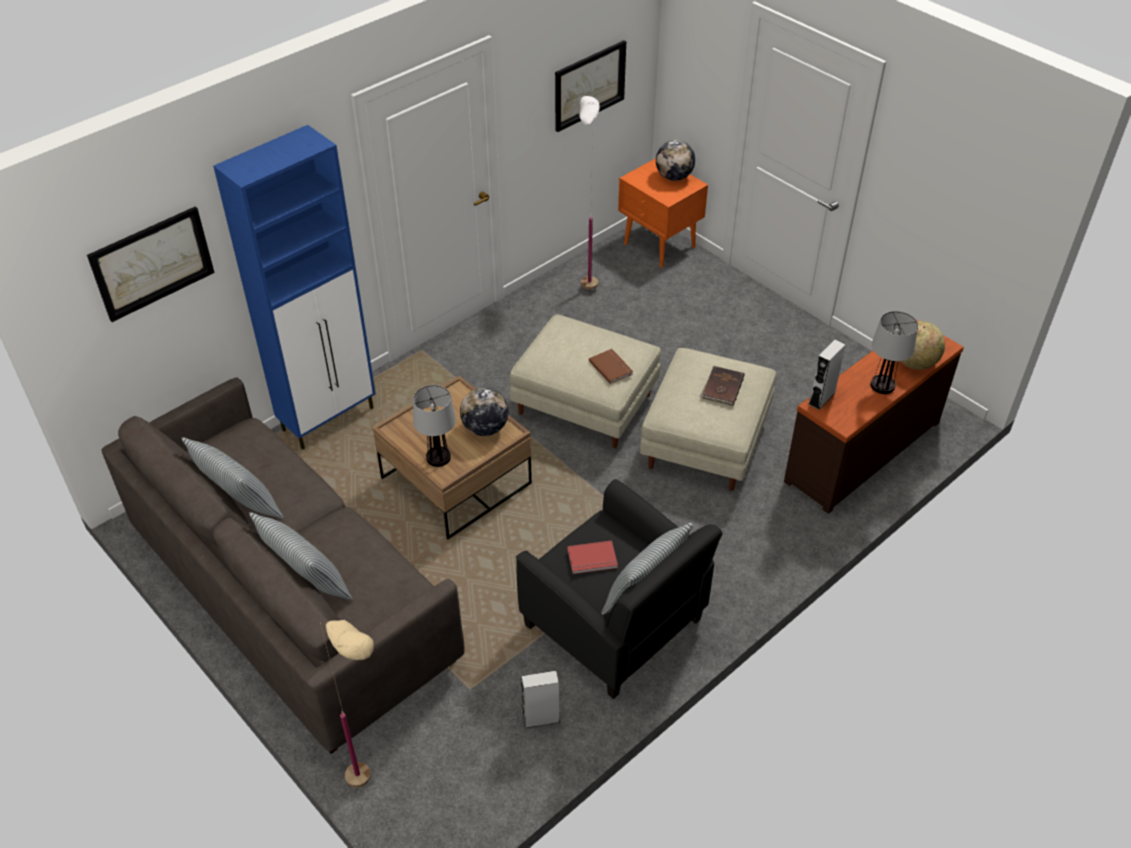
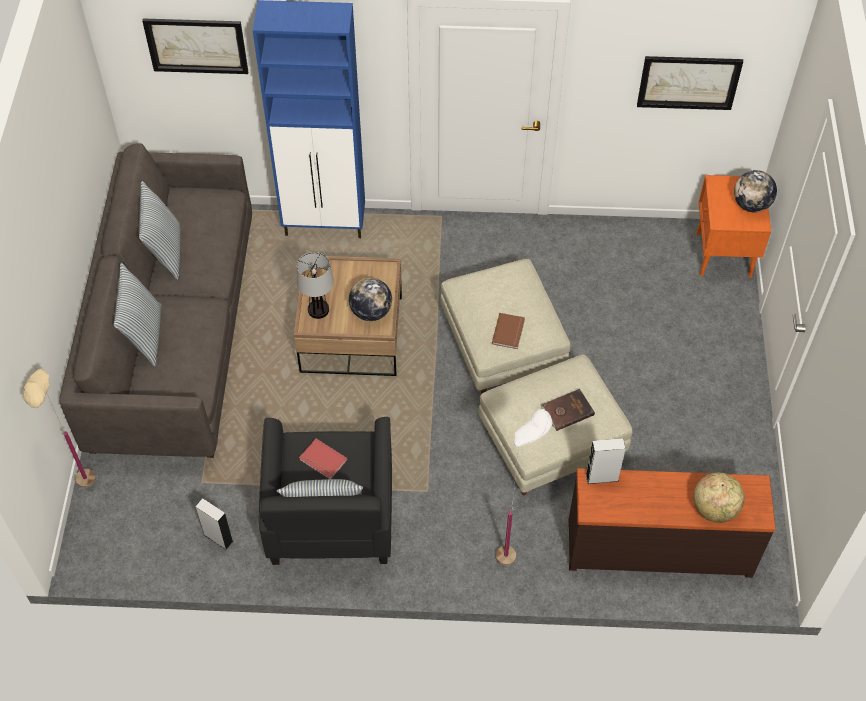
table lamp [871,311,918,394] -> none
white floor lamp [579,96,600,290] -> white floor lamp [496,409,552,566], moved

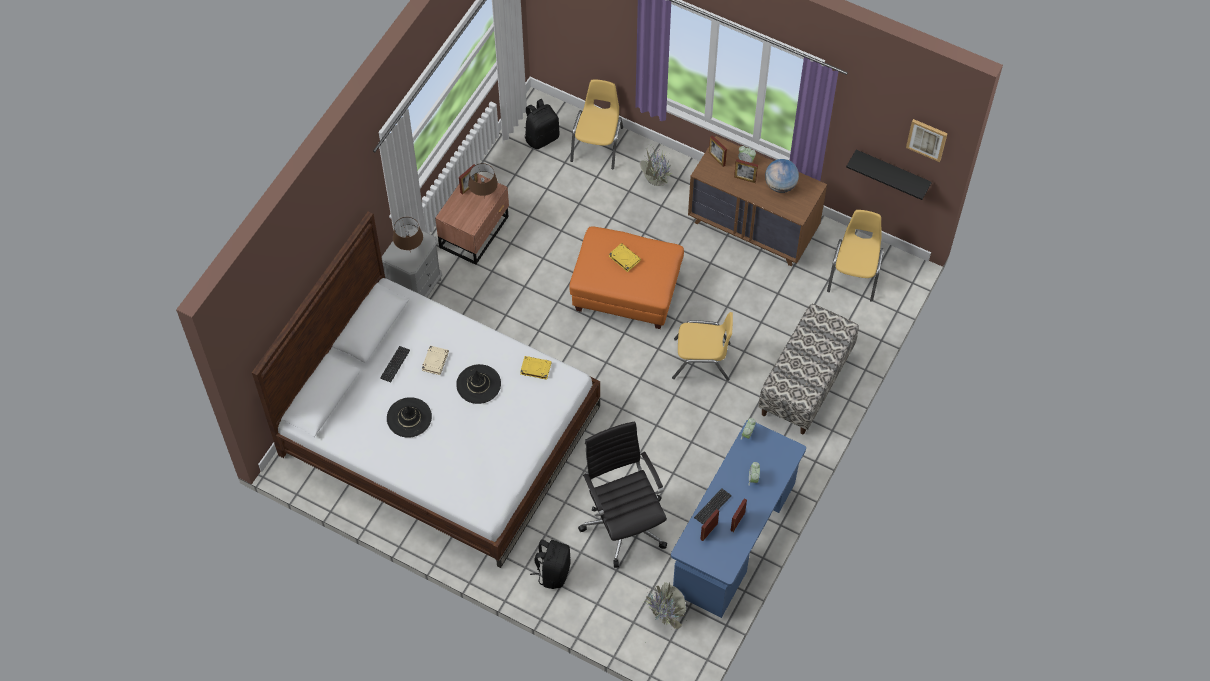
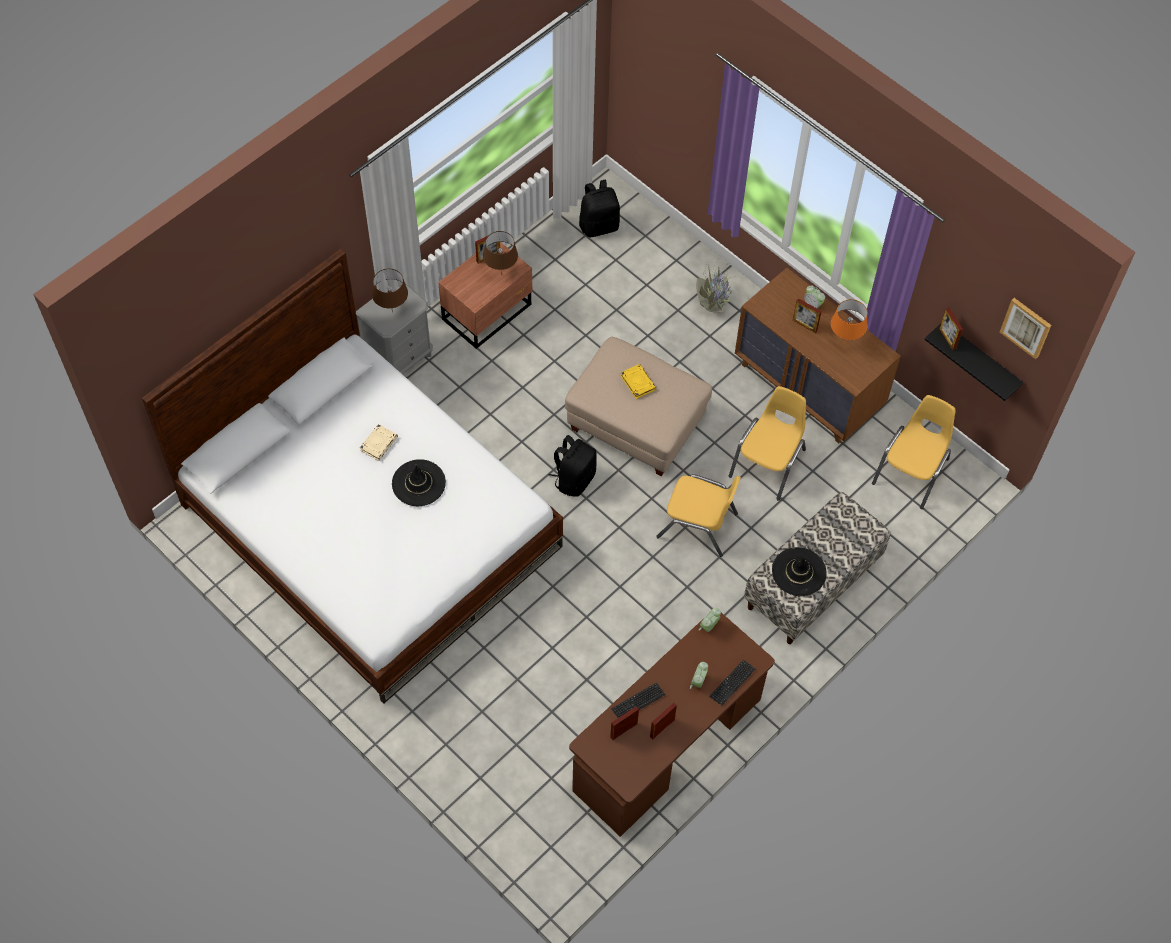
yellow book [520,356,552,380] -> none
black office chair [578,421,667,568] -> none
potted plant [640,582,686,643] -> none
keyboard [380,346,410,382] -> keyboard [709,660,756,705], moved
black hat [387,397,432,438] -> black hat [772,547,827,596], moved
black backpack [530,540,571,589] -> black backpack [548,435,597,497], moved
yellow chair [570,79,623,170] -> yellow chair [729,386,806,500], moved
picture frame [709,135,727,167] -> picture frame [939,308,963,350], moved
globe [765,159,799,193] -> orange table lamp [831,299,867,343]
orange ottoman [569,226,684,329] -> beige ottoman [565,337,712,476]
blue desk [671,420,806,618] -> brown desk [569,613,775,837]

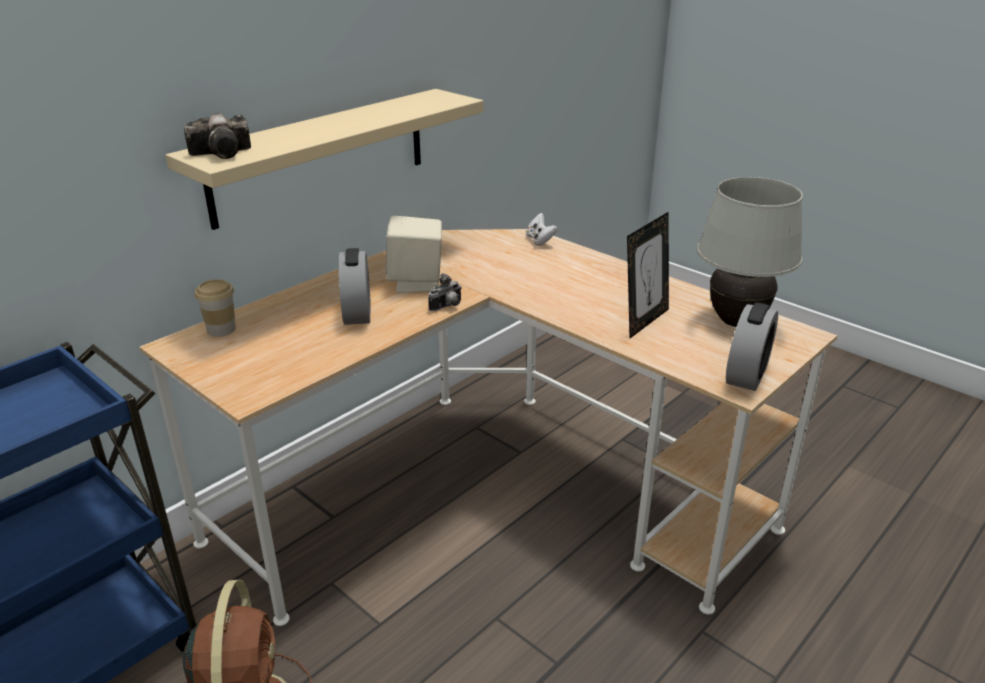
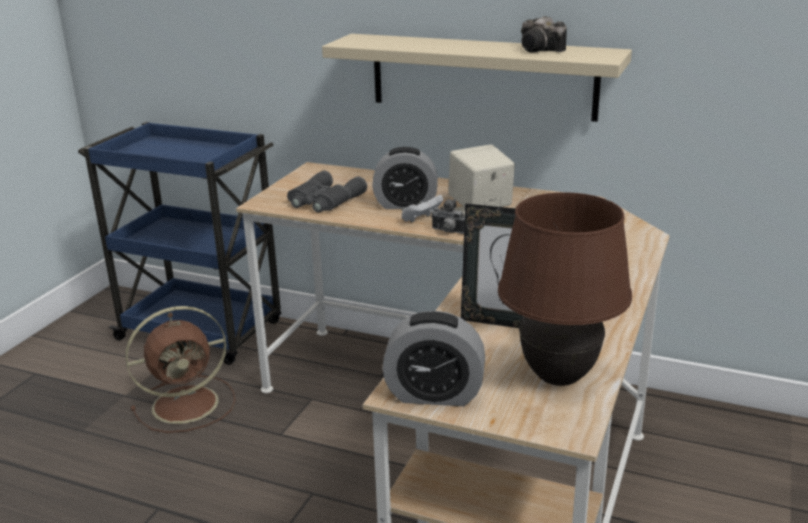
cup [195,279,236,337] -> none
none -> grey binoculars [287,171,367,212]
photo camera [184,113,251,159] -> photo camera [521,16,567,53], moved
white game controller [526,213,558,246] -> white game controller [401,195,444,223], moved
white table lamp [697,177,803,327] -> brown table lamp [498,192,632,386]
alarm clock [339,248,371,325] -> alarm clock [372,147,438,209], 150 degrees counterclockwise

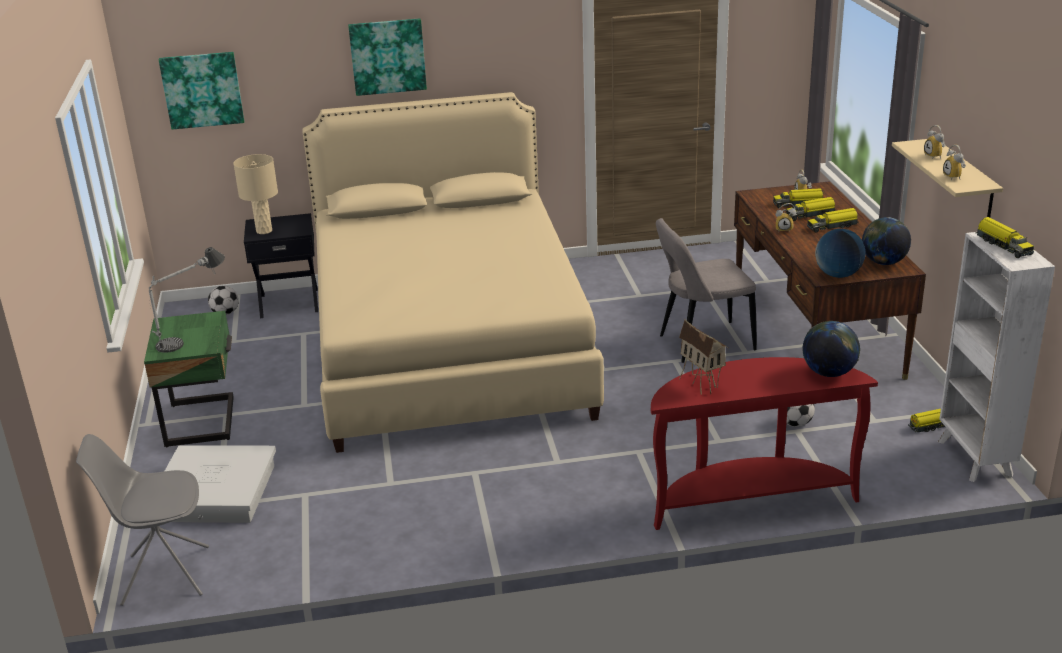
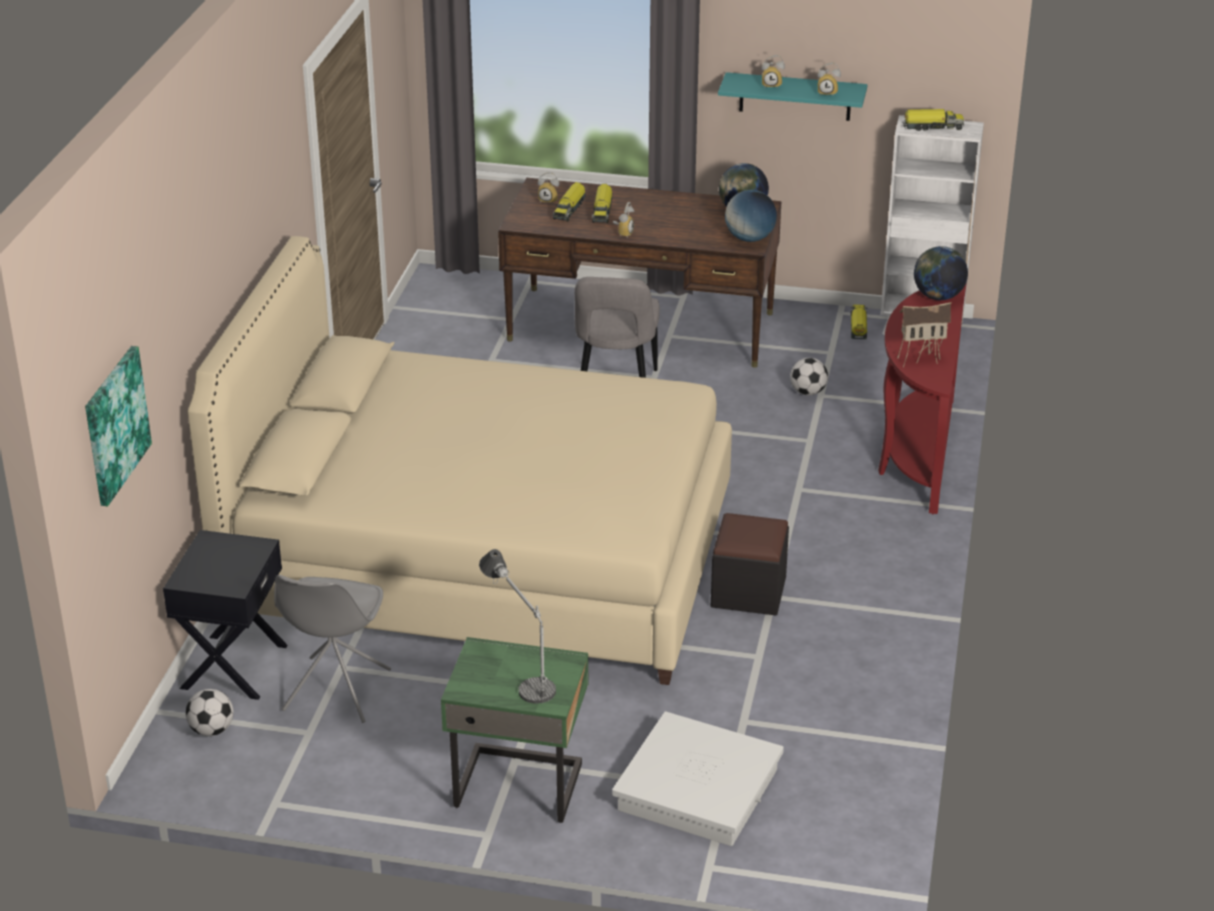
beige table lamp [233,154,278,234] -> none
picture [348,18,427,96] -> none
toy truck [807,208,859,233] -> none
none -> black ottoman [711,513,789,615]
grey chair [76,434,209,606] -> grey chair [274,575,391,723], moved
beige shelf [892,139,1003,217] -> turquoise shelf [718,72,868,121]

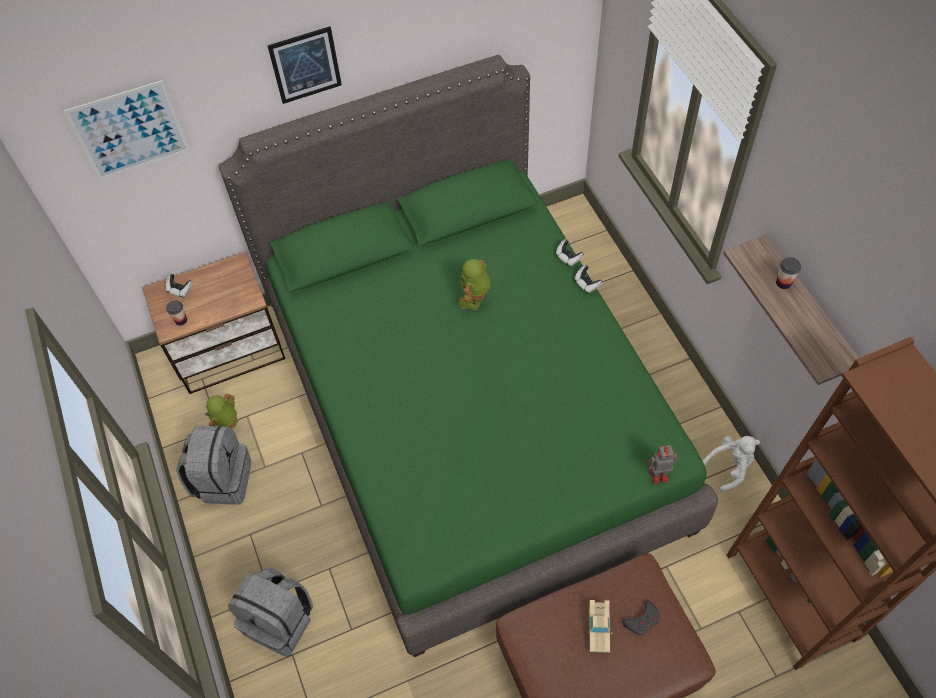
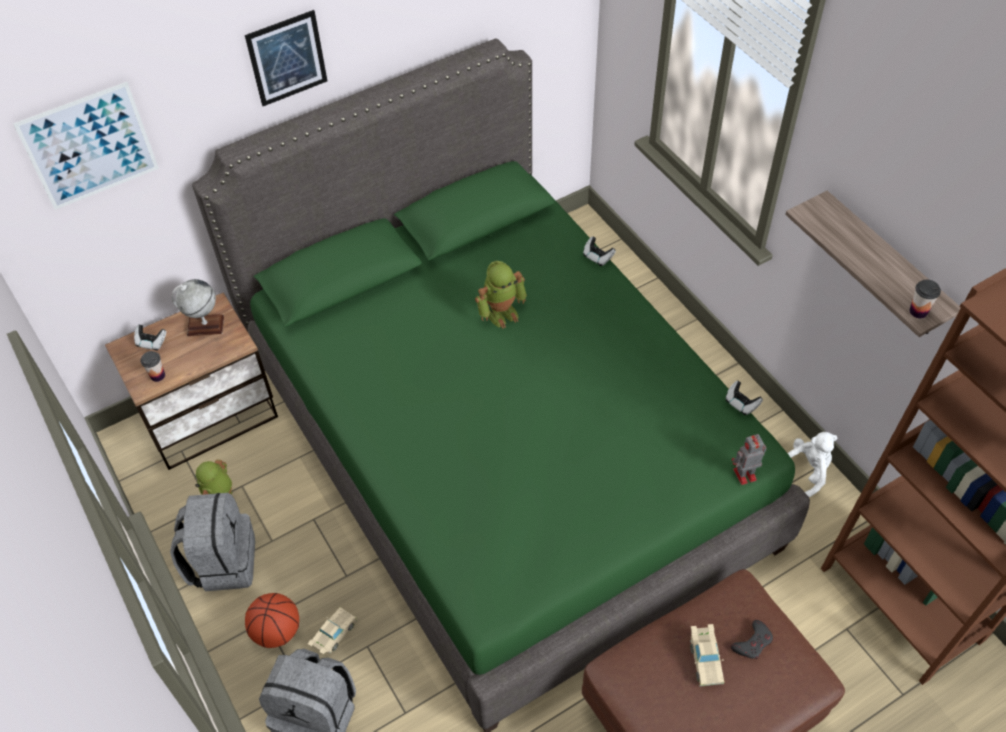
none -> globe [172,279,224,336]
none -> basketball [245,593,299,648]
none -> beige toy car [307,607,357,654]
game controller [574,265,603,293] -> game controller [726,381,763,415], moved
cup [776,257,801,289] -> cup [909,280,941,318], moved
toy robot [458,259,491,311] -> toy robot [475,261,527,329], 135 degrees counterclockwise

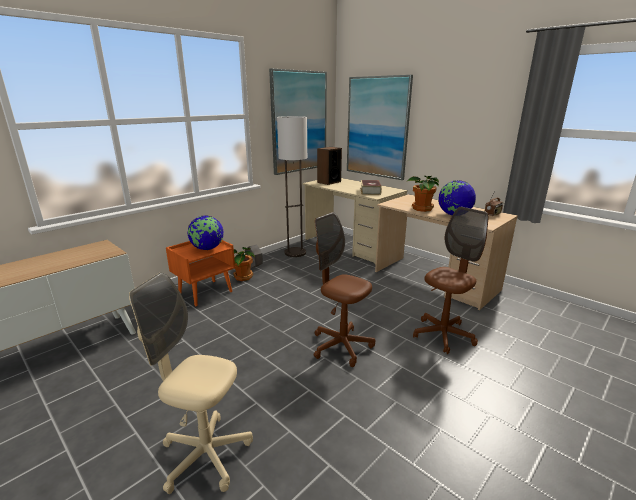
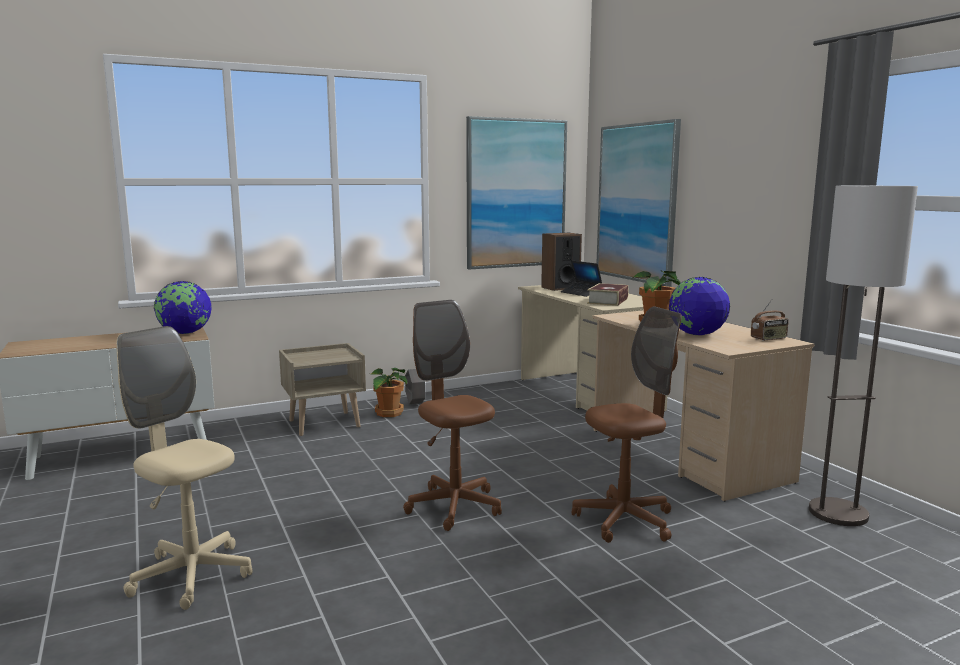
none -> laptop [561,260,602,297]
globe [187,215,224,250] -> globe [154,281,212,334], moved
floor lamp [277,116,307,257] -> floor lamp [809,186,918,526], moved
orange nightstand [166,240,235,306] -> beige nightstand [279,343,366,436]

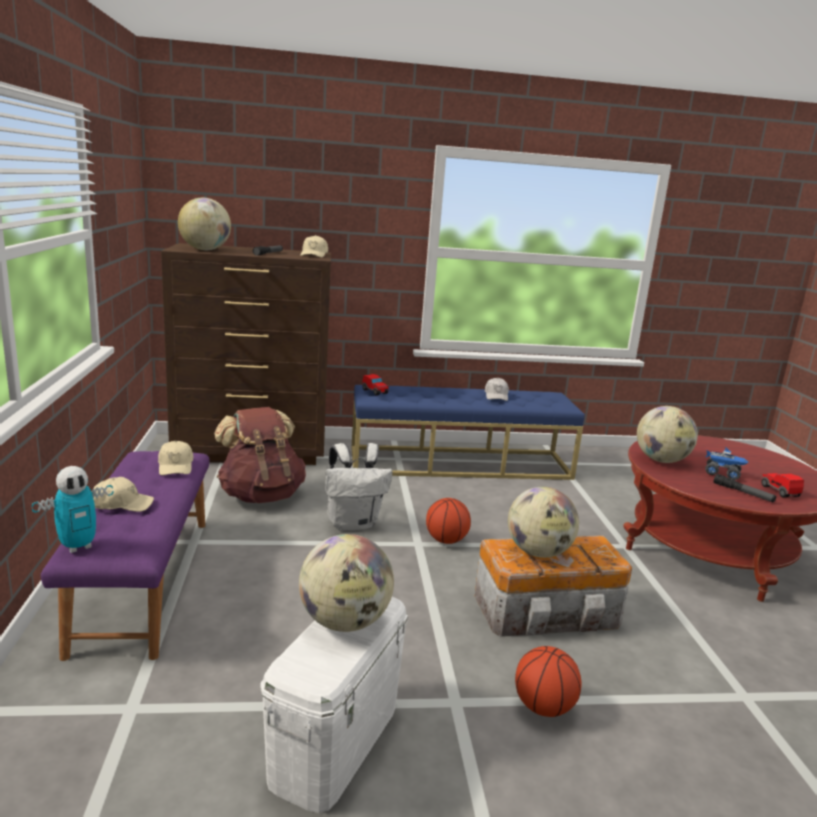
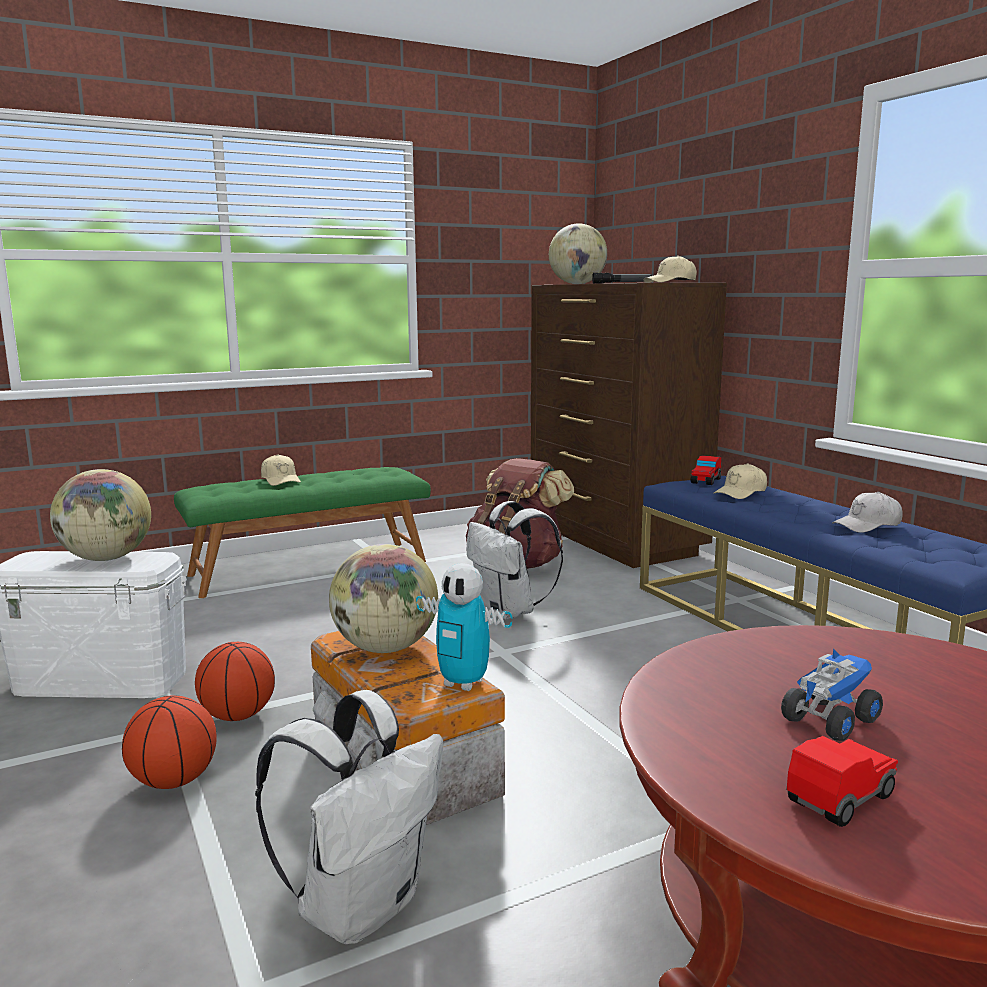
globe [637,406,698,463] -> none
flashlight [714,474,776,502] -> none
none -> white backpack [255,690,443,944]
toy robot [32,466,114,553] -> toy robot [416,563,513,691], moved
beige cap [158,441,193,475] -> beige cap [713,463,767,499], moved
basketball [426,498,471,544] -> basketball [195,642,275,721], moved
purple bench [41,451,209,661] -> green bench [174,467,431,598]
toy truck [705,447,748,480] -> toy truck [781,648,883,741], 135 degrees counterclockwise

